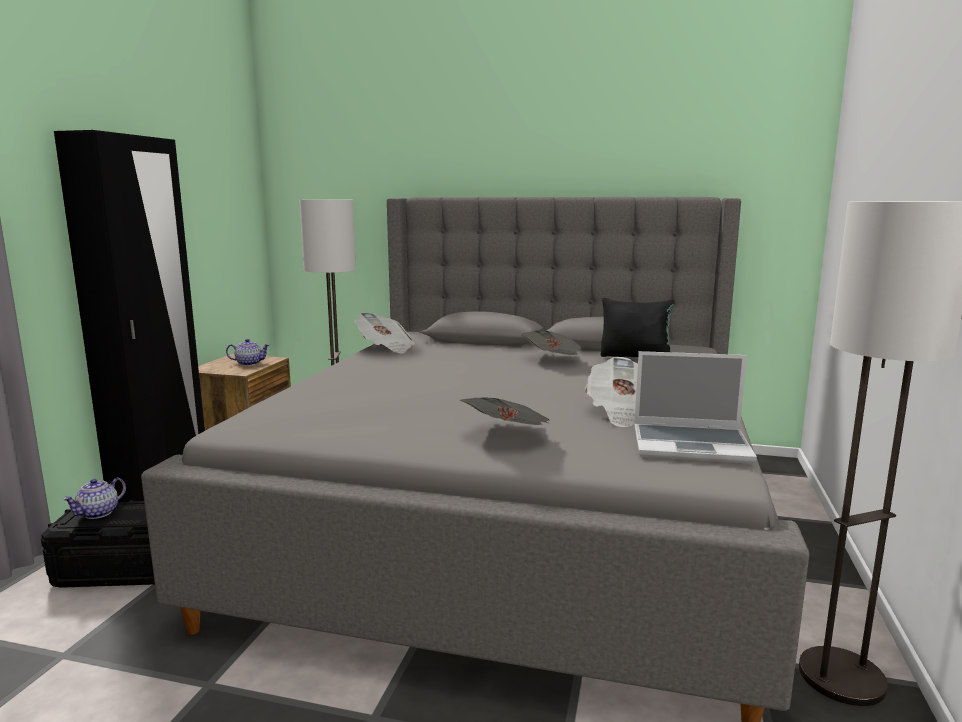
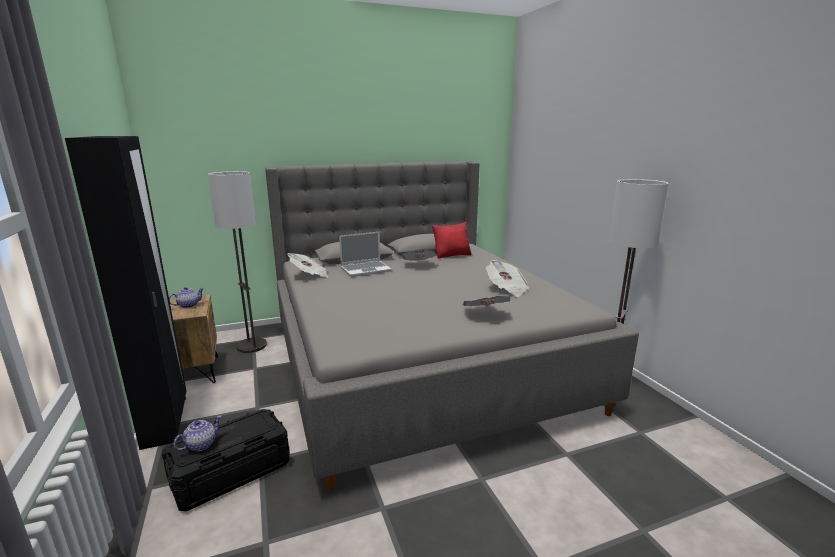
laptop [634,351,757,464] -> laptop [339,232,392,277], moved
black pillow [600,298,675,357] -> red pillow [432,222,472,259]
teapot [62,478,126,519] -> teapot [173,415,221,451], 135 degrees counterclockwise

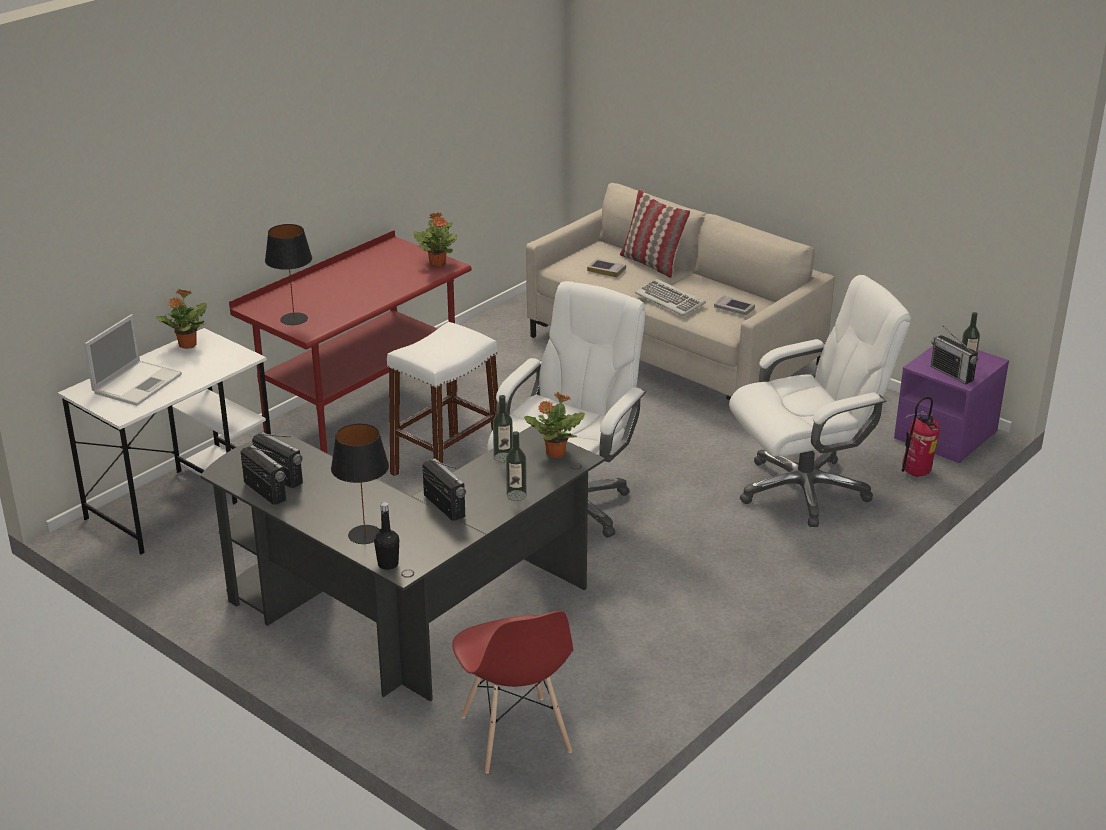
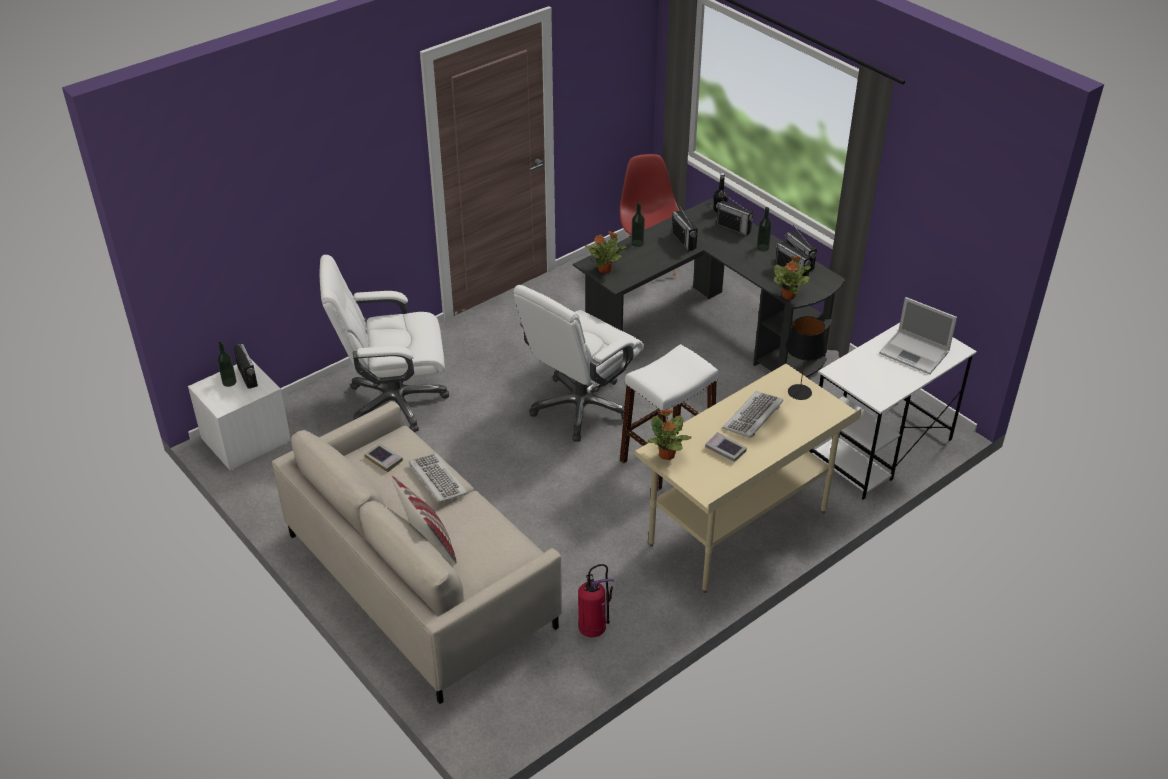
none -> keyboard [723,391,784,438]
potted plant [156,289,207,349] -> potted plant [774,256,811,300], moved
bottle [493,395,513,463] -> bottle [757,207,772,251], moved
book [587,259,626,277] -> book [705,432,747,462], moved
fire extinguisher [902,397,940,477] -> fire extinguisher [578,564,614,637], moved
black table lamp [331,423,389,544] -> radio [716,194,754,236]
red desk [229,230,472,454] -> beige desk [634,364,861,593]
purple nightstand [894,345,1009,463] -> white nightstand [188,358,291,470]
laptop [84,314,182,406] -> laptop [879,297,957,374], 90 degrees counterclockwise

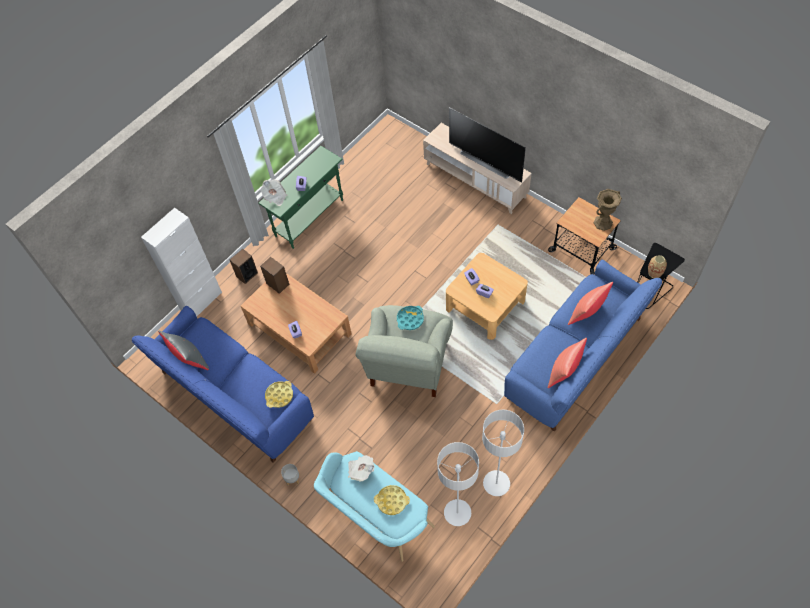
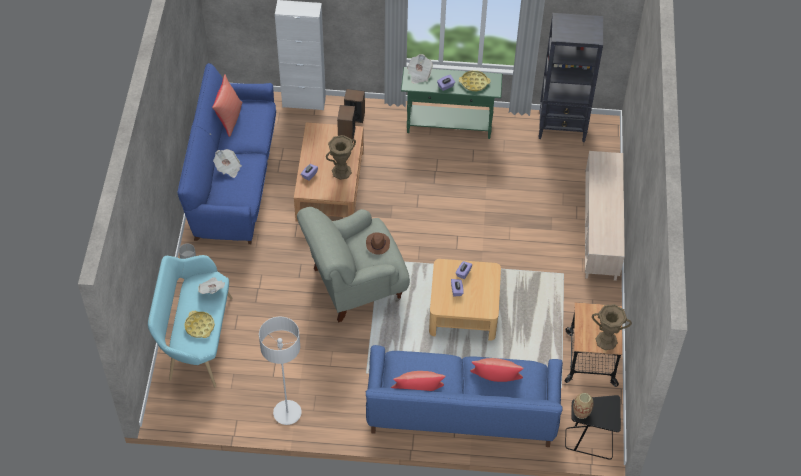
grey floor lamp [437,442,479,526] -> none
television [449,107,526,183] -> none
none -> newspaper [213,149,242,178]
none -> brown vase [326,135,356,180]
none -> black bookcase [539,13,603,142]
yellow tray [265,381,293,408] -> yellow tray [459,70,490,91], moved
turquoise tray [397,306,424,330] -> brown hat [366,232,390,255]
grey pillow [158,331,209,370] -> red pillow [212,75,243,137]

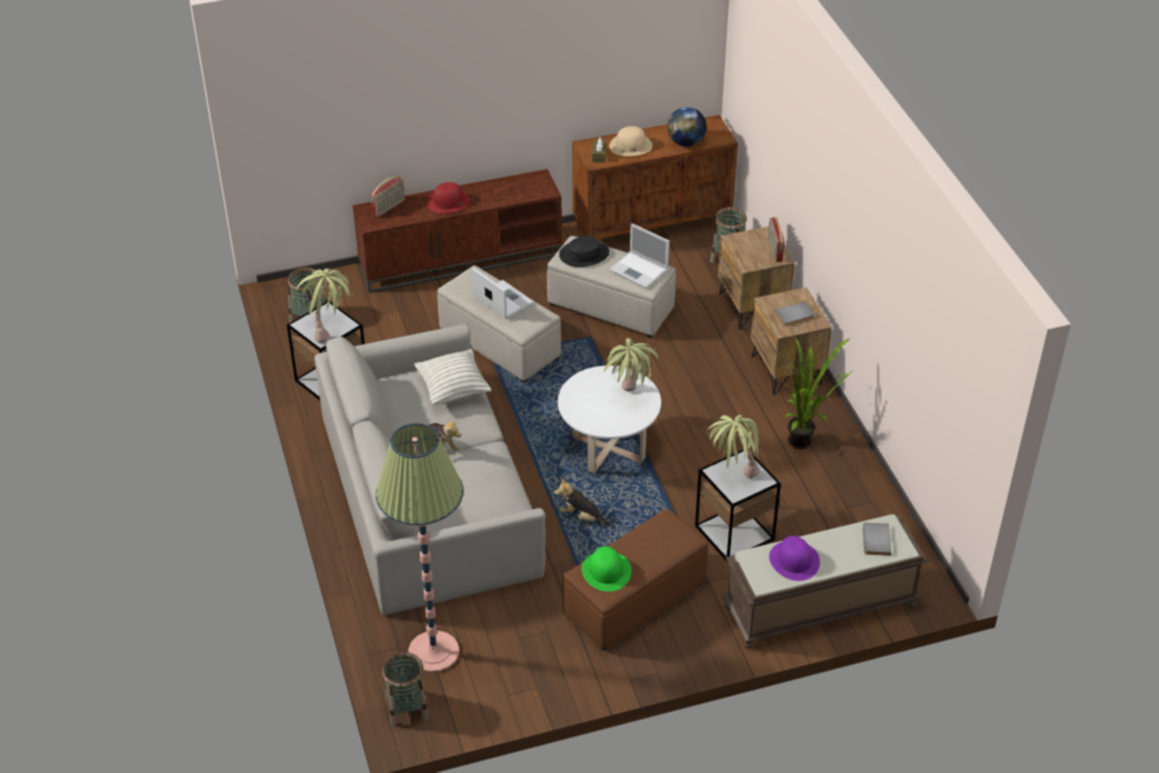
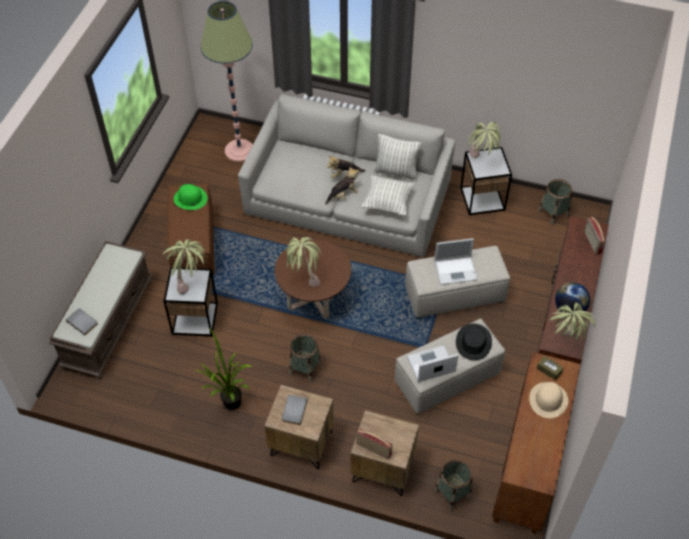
red hat [427,182,470,213] -> none
purple hat [769,536,820,581] -> none
none -> pillow [374,134,422,181]
none -> potted plant [549,302,597,341]
basket [382,652,428,727] -> basket [289,334,321,382], moved
plush toy [554,479,612,526] -> plush toy [325,167,358,205], moved
globe [667,107,707,147] -> globe [555,282,590,317], moved
white coffee table [558,366,661,473] -> brown coffee table [275,239,351,319]

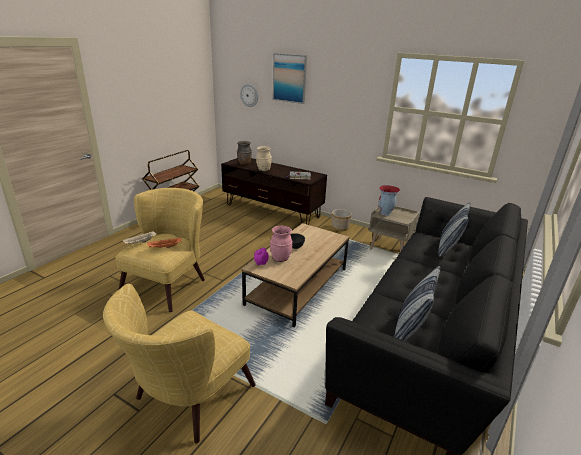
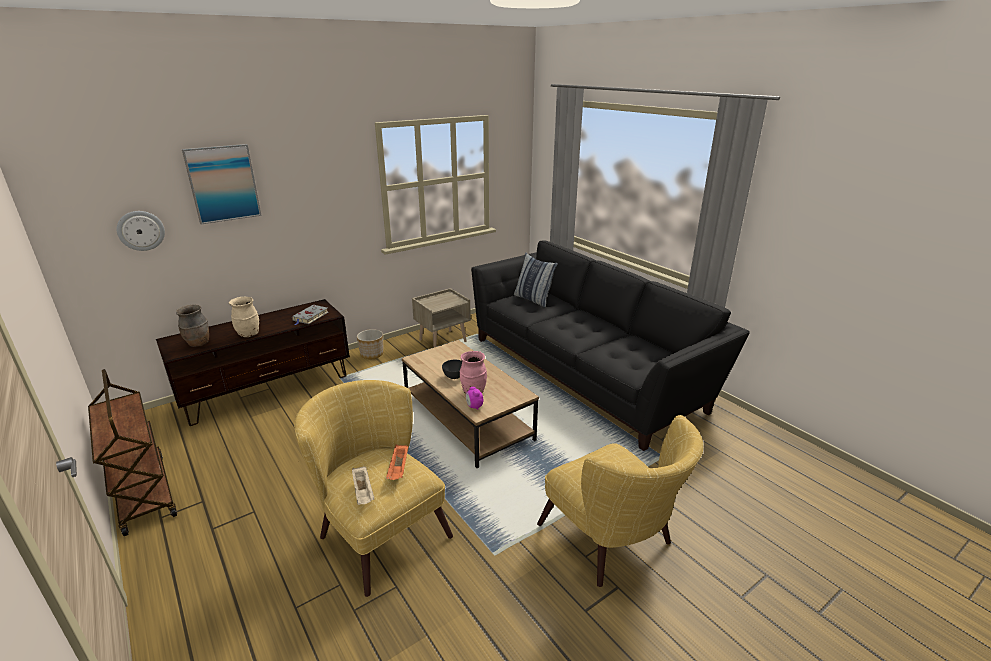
vase [379,185,400,216] -> none
pillow [394,266,440,341] -> none

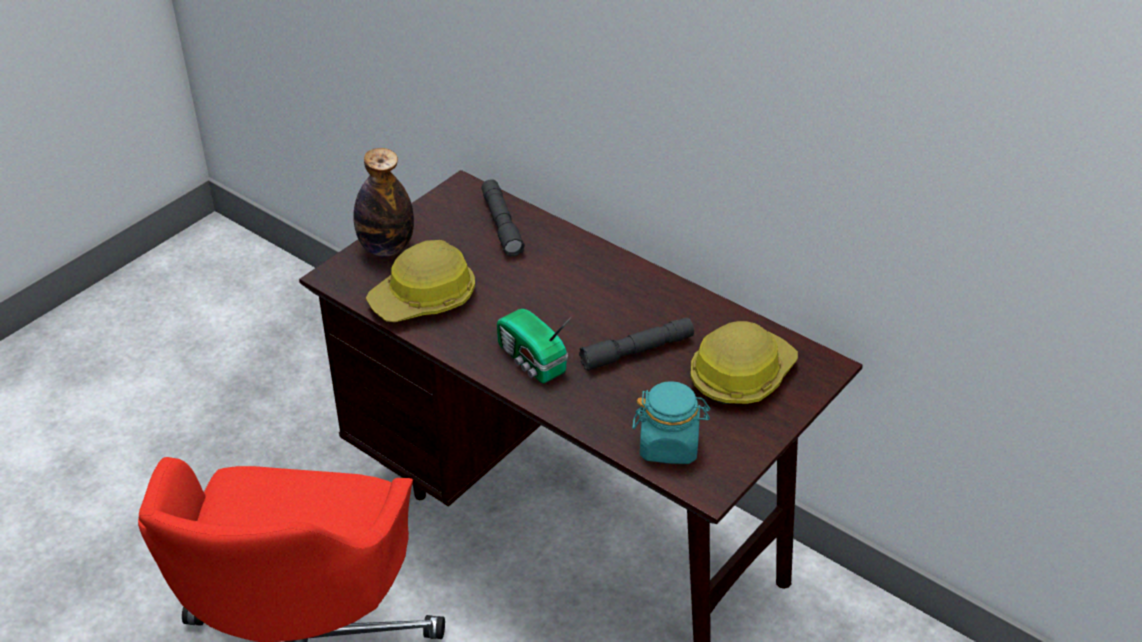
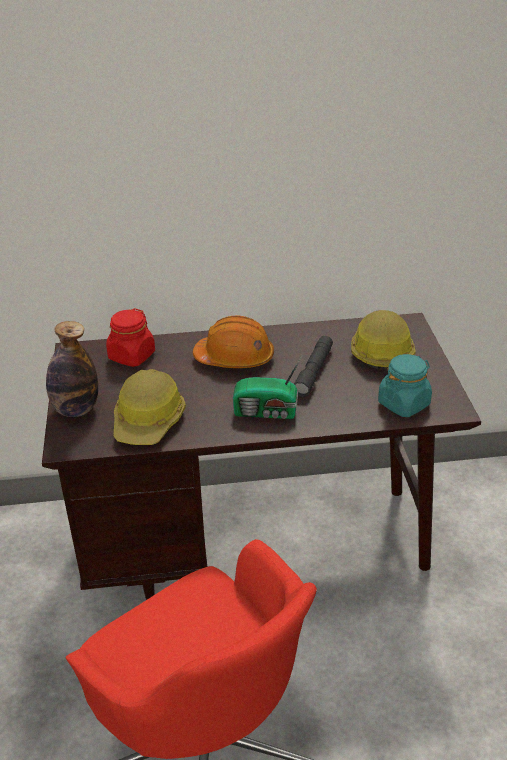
none -> orange hard hat [193,316,274,368]
grey flashlight [481,179,525,257] -> red jar [106,308,155,367]

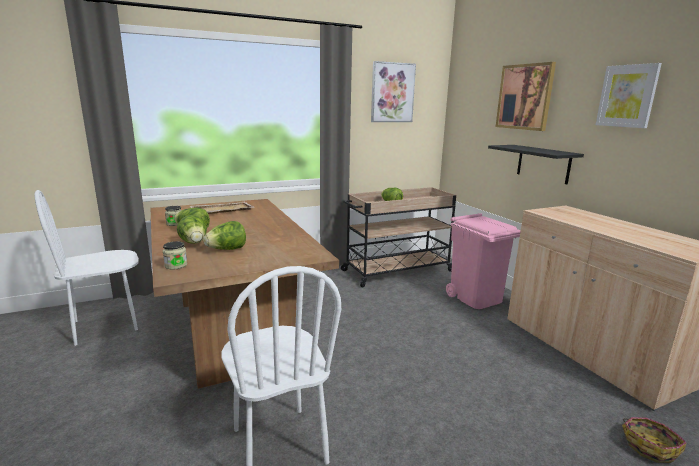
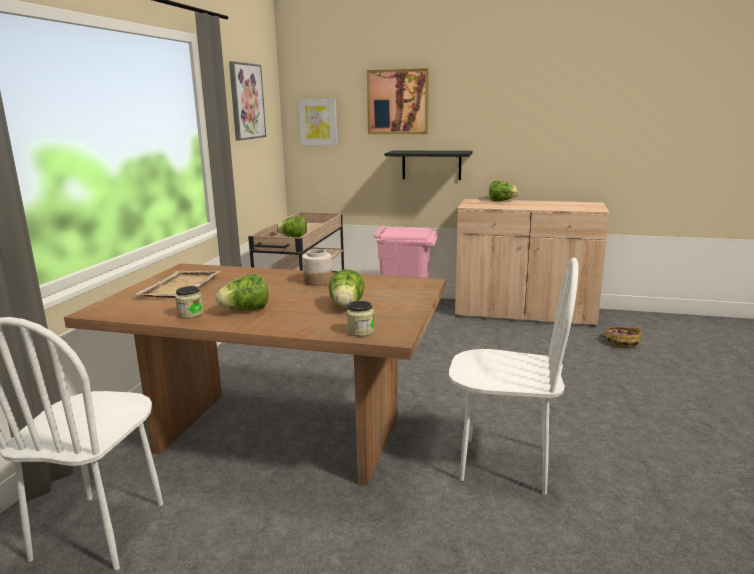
none -> jar [302,249,332,286]
lettuce [177,215,207,244] -> lettuce [489,181,519,201], moved
picture [596,63,662,128] -> picture [298,99,338,145], moved

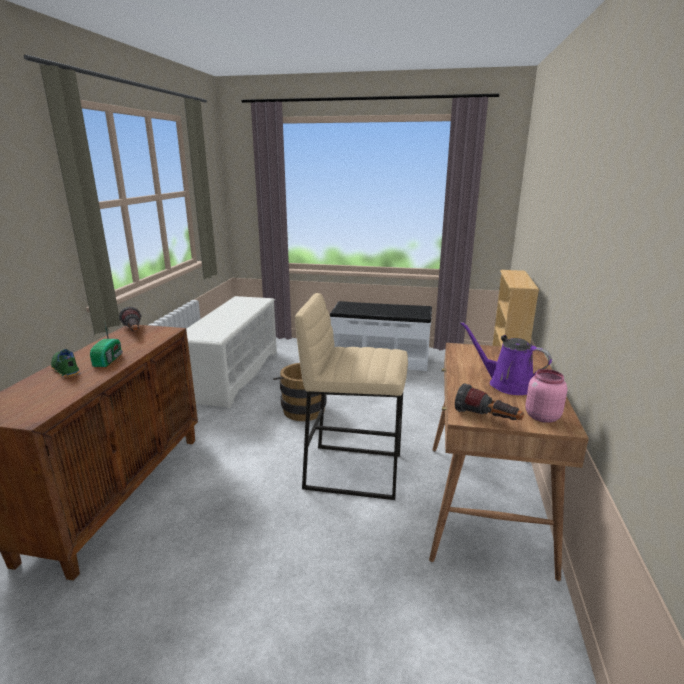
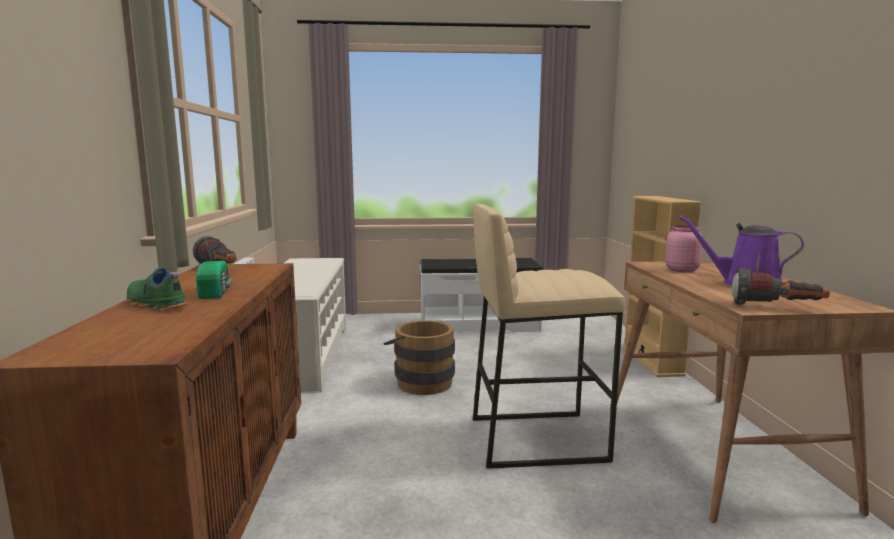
pink jar [525,369,567,423] -> pink jar [665,225,702,272], moved

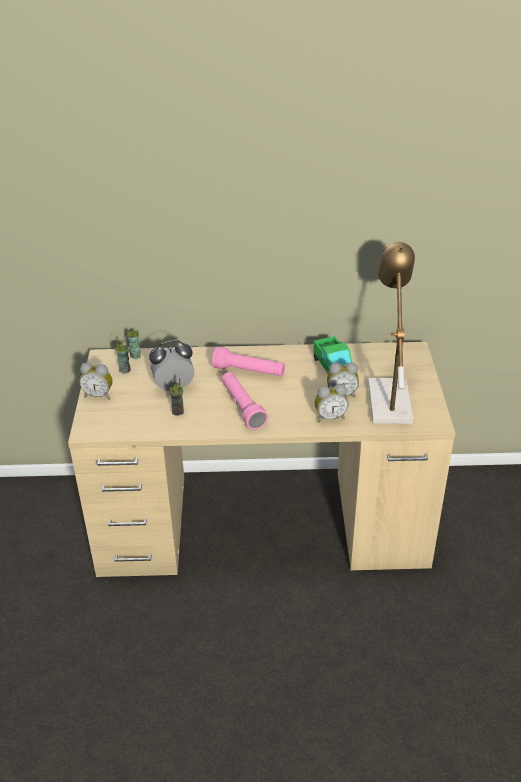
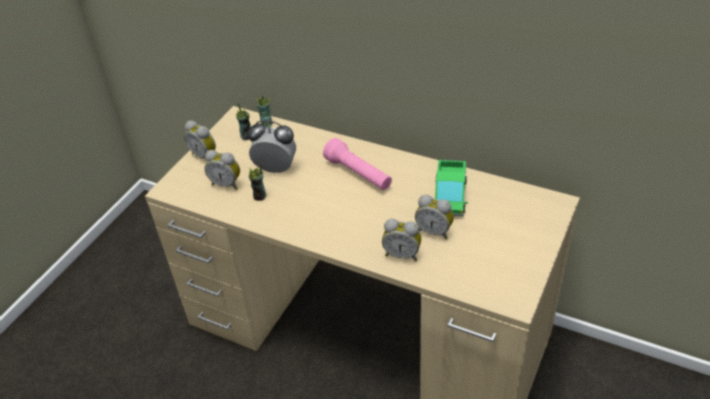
pink flashlight [222,372,268,430] -> none
table lamp [368,242,415,424] -> none
none -> alarm clock [204,150,240,190]

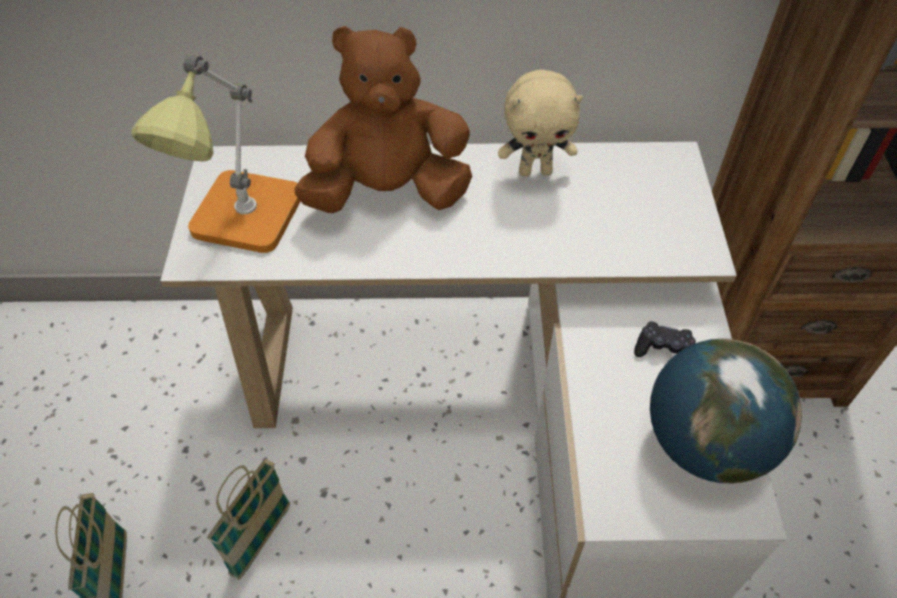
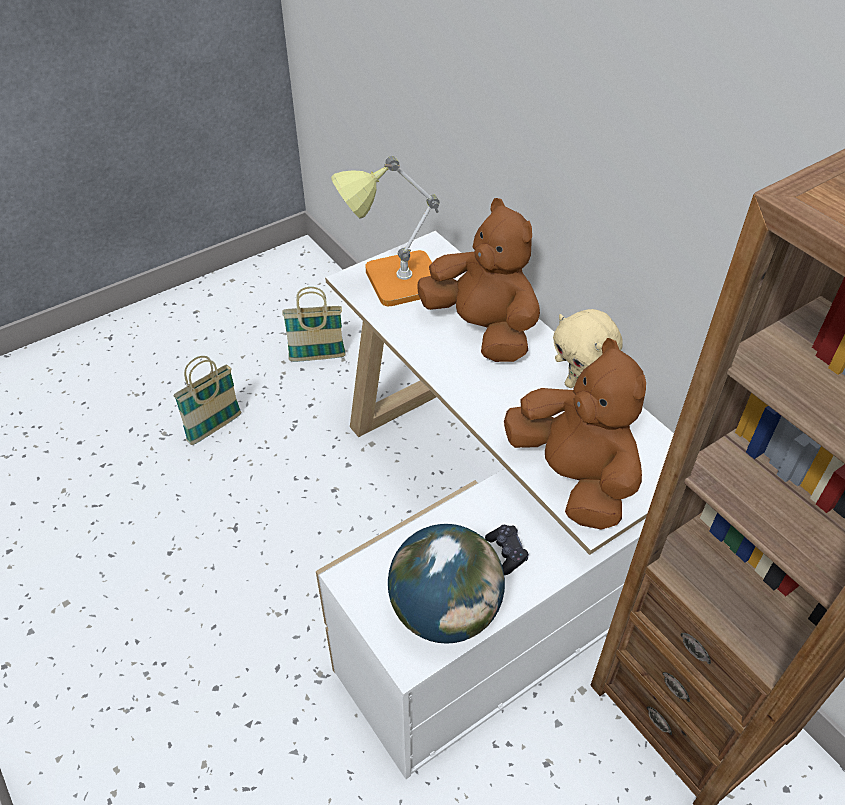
none -> brown plush toy [504,338,646,530]
basket [207,459,290,580] -> basket [283,287,346,362], moved

